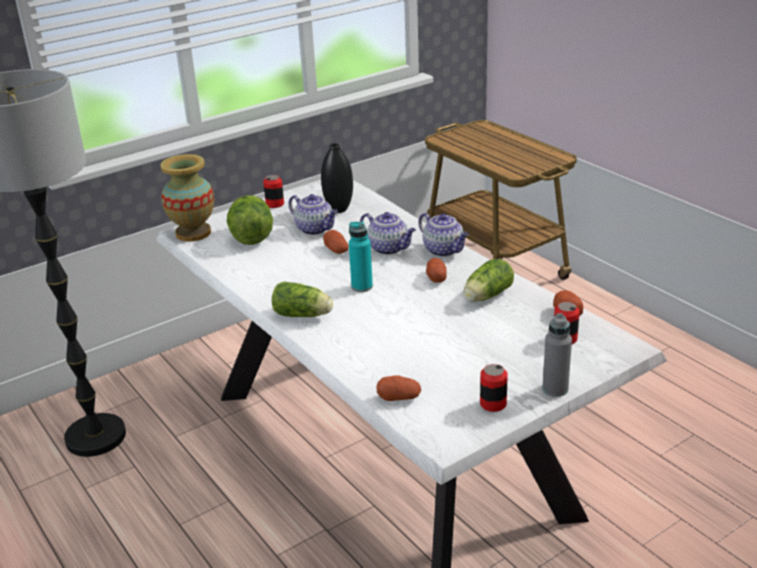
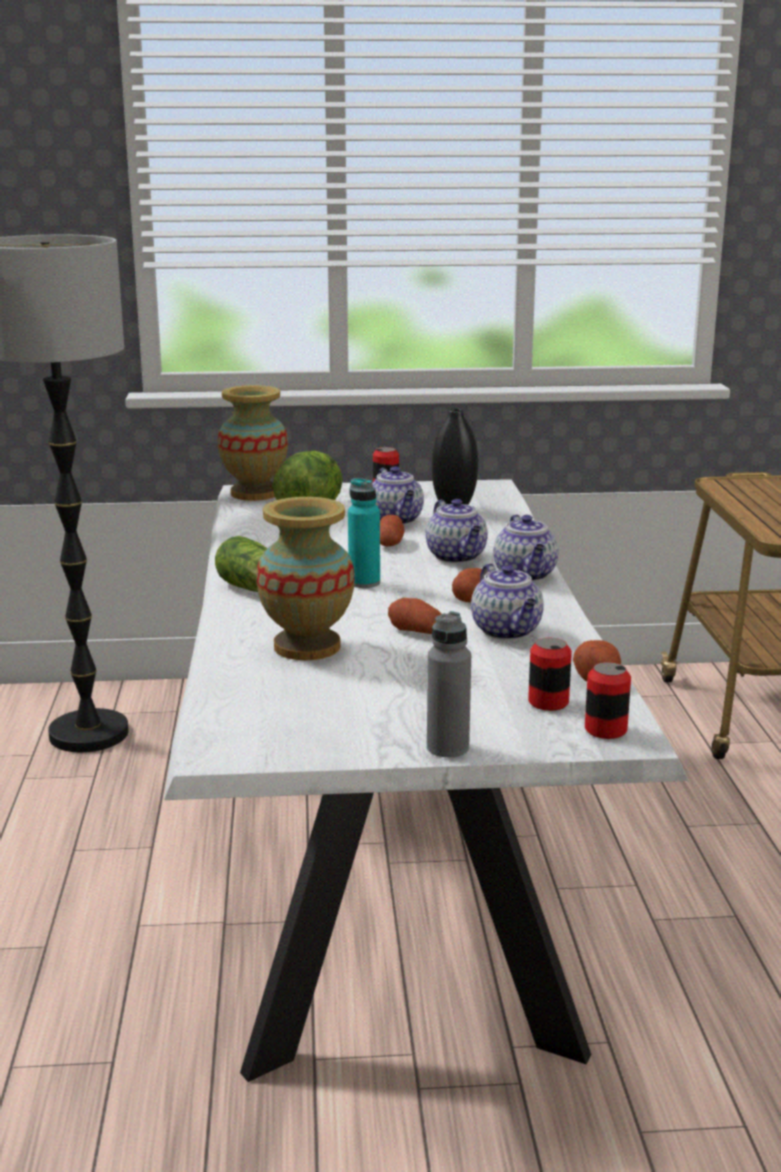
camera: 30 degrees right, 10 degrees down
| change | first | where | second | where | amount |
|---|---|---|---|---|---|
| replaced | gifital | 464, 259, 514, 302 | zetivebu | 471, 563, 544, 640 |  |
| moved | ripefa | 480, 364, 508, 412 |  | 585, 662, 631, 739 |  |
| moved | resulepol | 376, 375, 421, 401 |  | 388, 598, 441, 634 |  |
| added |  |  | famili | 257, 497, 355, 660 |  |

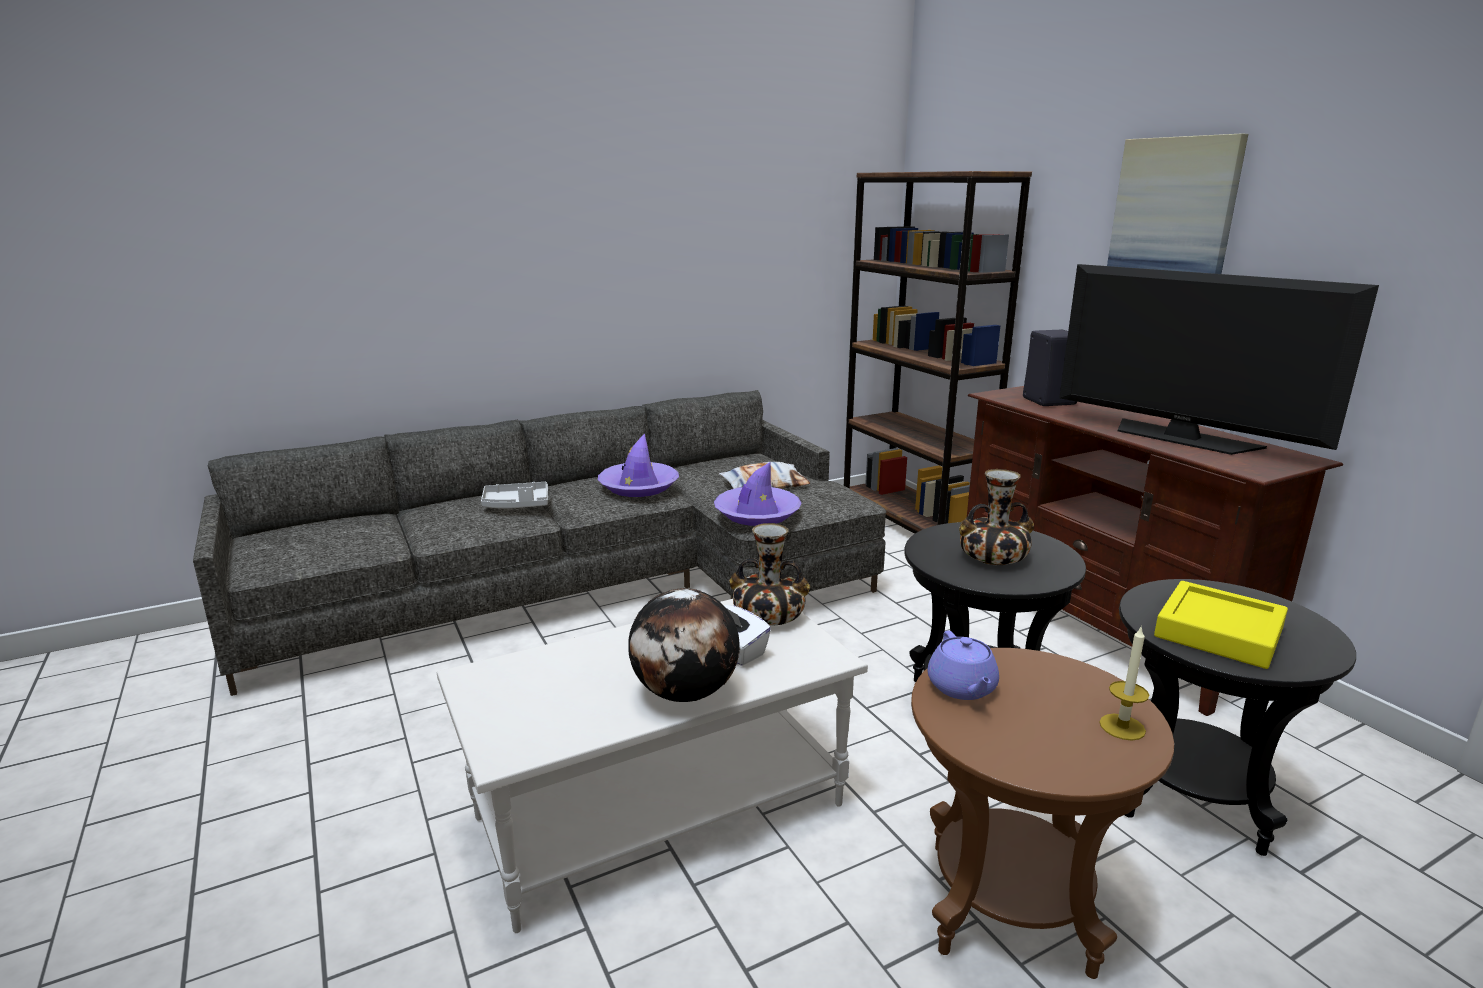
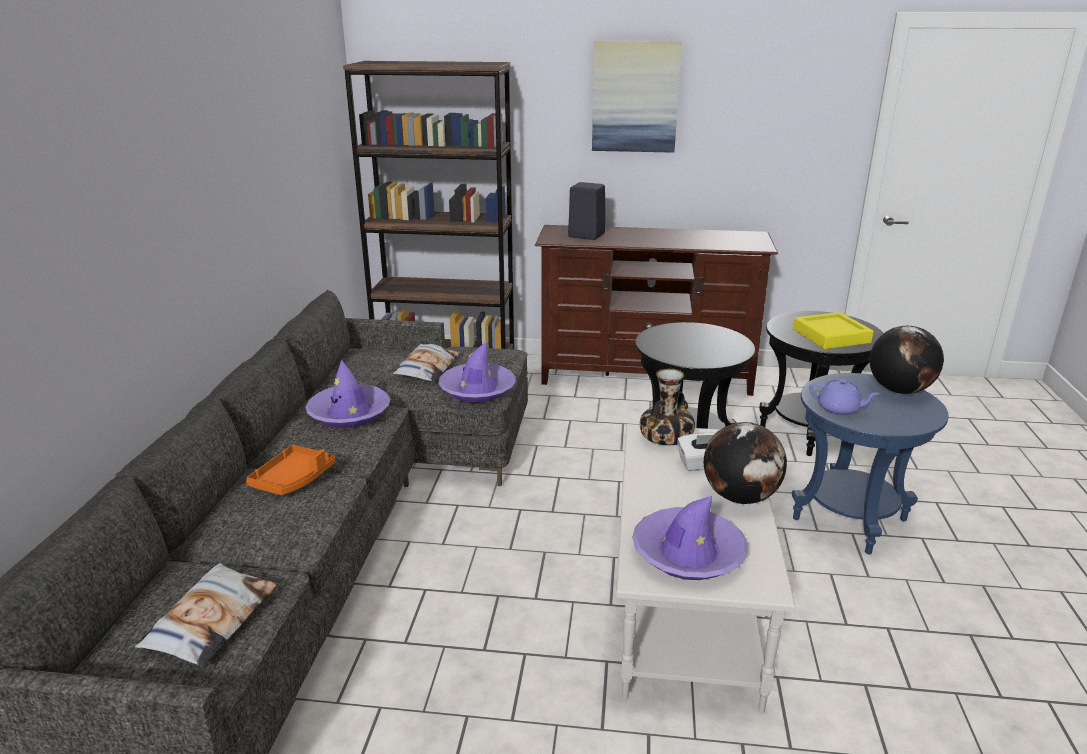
camera: 55 degrees left, 5 degrees up
| change | first | where | second | where | amount |
|---|---|---|---|---|---|
| removed | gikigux | 1059, 264, 1379, 455 |  |  |  |
| removed | famili | 959, 469, 1034, 565 |  |  |  |
| recoloured | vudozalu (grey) | 481, 482, 548, 509 | vudozalu (orange) | 246, 445, 336, 495 |  |
| replaced | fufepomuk | 1099, 625, 1149, 740 | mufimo | 869, 326, 944, 394 |  |
| recoloured | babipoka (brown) | 911, 648, 1174, 979 | babipoka (blue) | 792, 373, 949, 555 |  |
| added |  |  | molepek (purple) | 632, 496, 748, 580 |  |
| added |  |  | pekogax | 135, 563, 277, 667 |  |

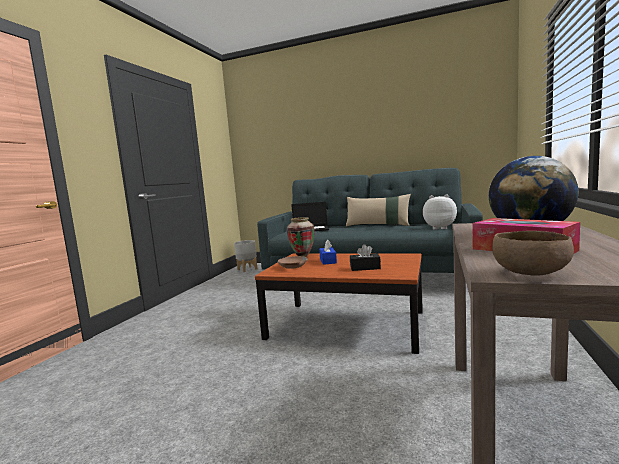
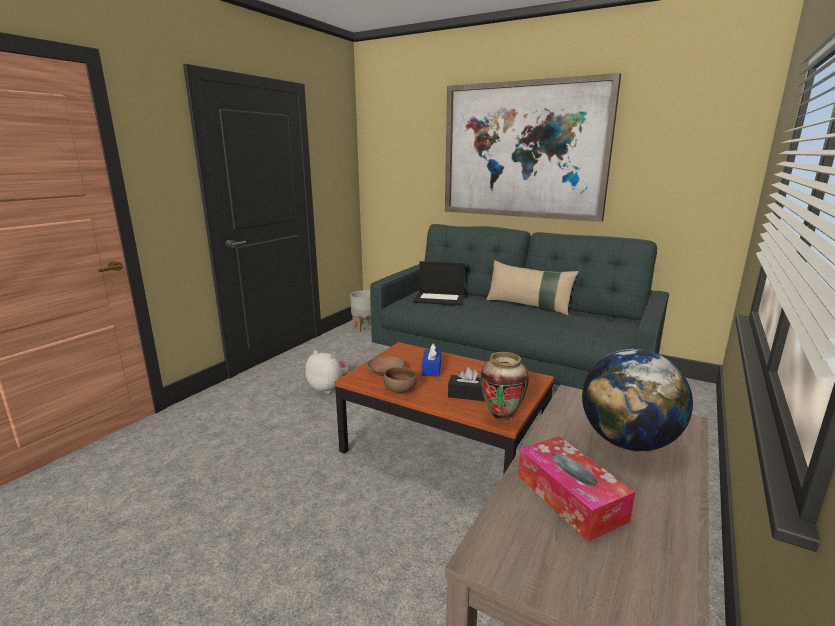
camera: 10 degrees right, 10 degrees up
| change | first | where | second | where | amount |
|---|---|---|---|---|---|
| moved | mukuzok | 423, 195, 457, 230 |  | 305, 350, 349, 393 |  |
| moved | famili | 287, 217, 315, 257 |  | 480, 352, 529, 421 |  |
| moved | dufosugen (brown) | 492, 231, 574, 276 |  | 383, 367, 417, 393 |  |
| added |  |  | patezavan | 445, 73, 621, 222 |  |

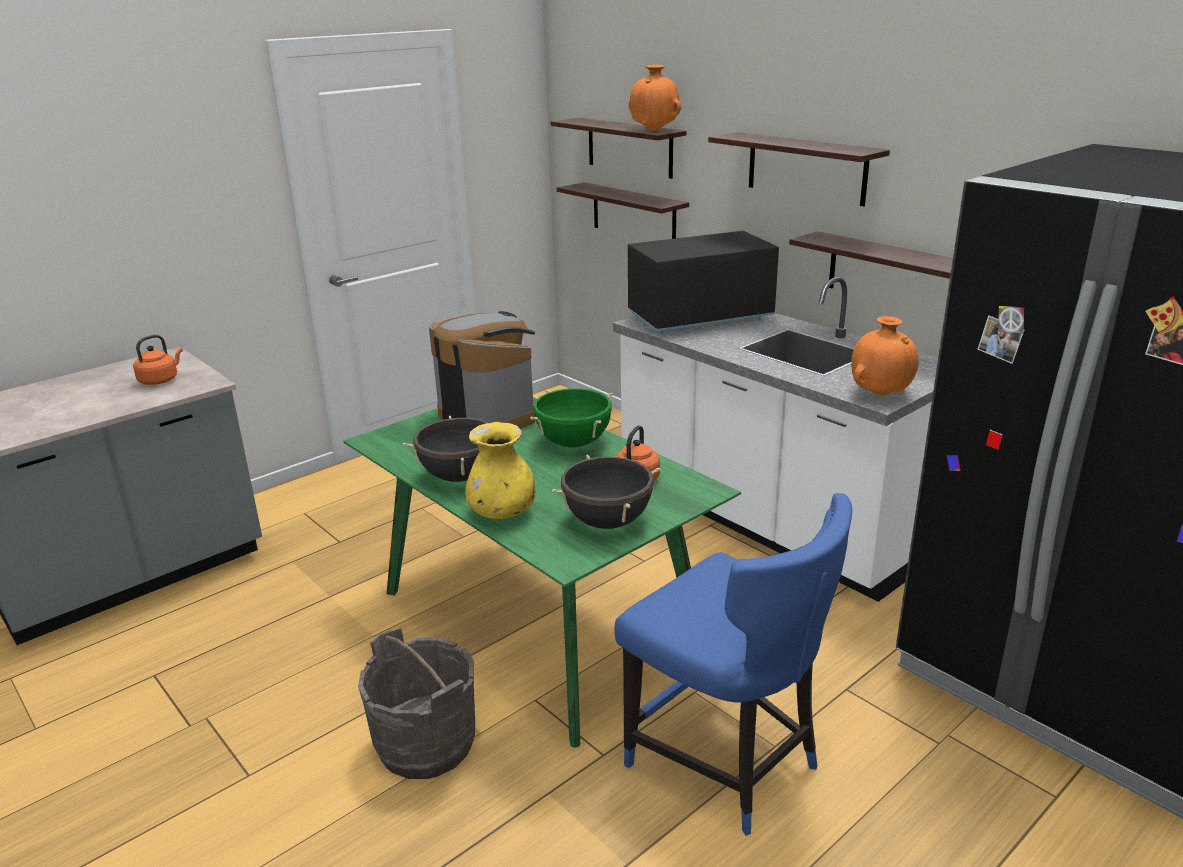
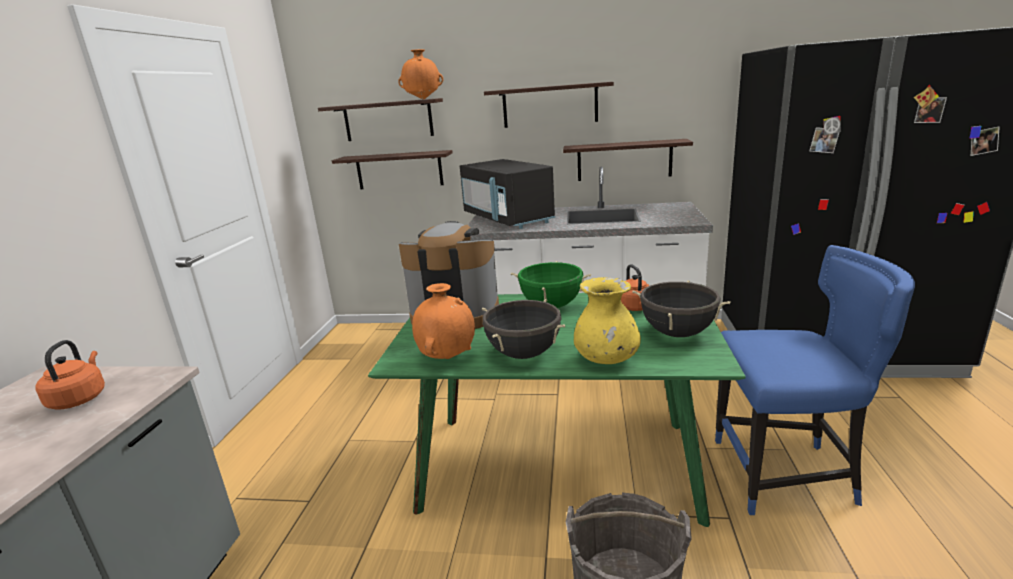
camera: 40 degrees left, 5 degrees down
| change | first | where | second | where | amount |
|---|---|---|---|---|---|
| turned | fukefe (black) | 628, 231, 779, 335 |  | 460, 159, 555, 229 | 60 degrees counterclockwise |
| moved | famili (orange) | 851, 316, 919, 396 |  | 412, 283, 475, 359 |  |

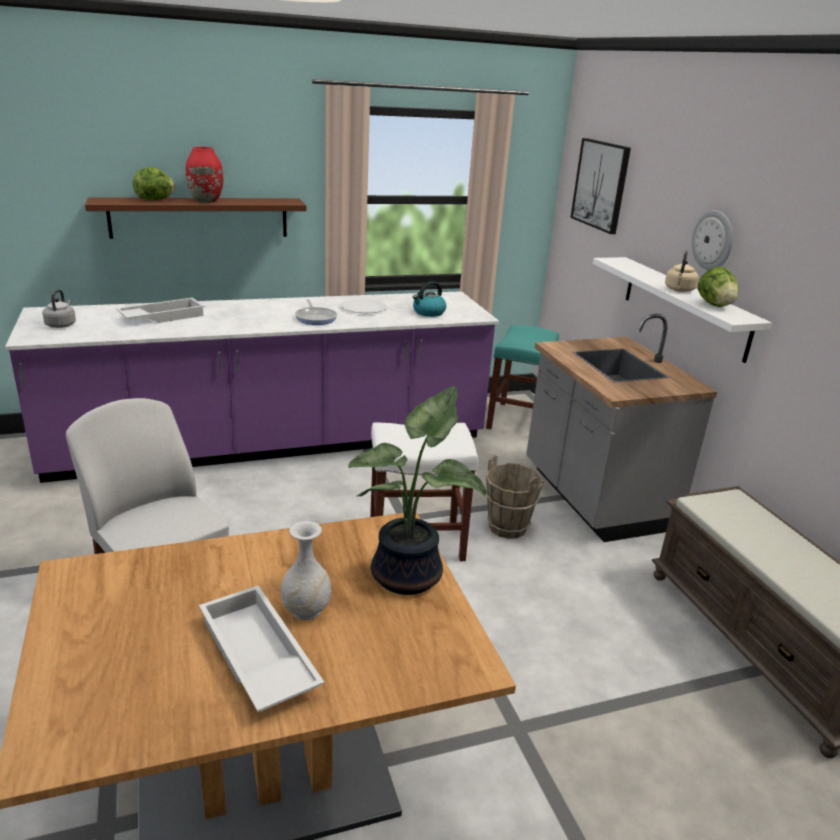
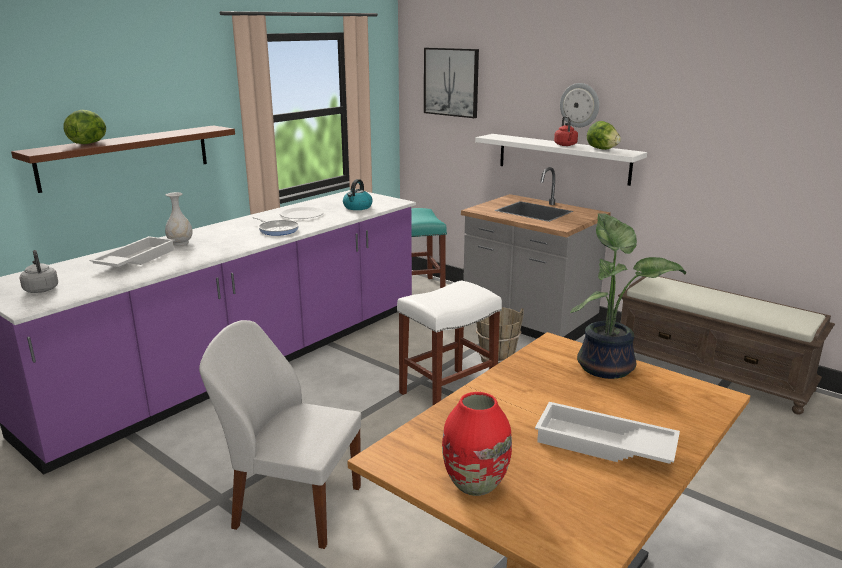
camera: 30 degrees left, 5 degrees down
| change | first | where | second | where | amount |
|---|---|---|---|---|---|
| moved | famili (red) | 186, 147, 224, 203 |  | 442, 392, 512, 496 |  |
| recoloured | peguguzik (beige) | 665, 251, 699, 292 | peguguzik (red) | 554, 116, 578, 146 |  |
| moved | famili (white) | 281, 521, 331, 620 |  | 165, 192, 193, 246 |  |

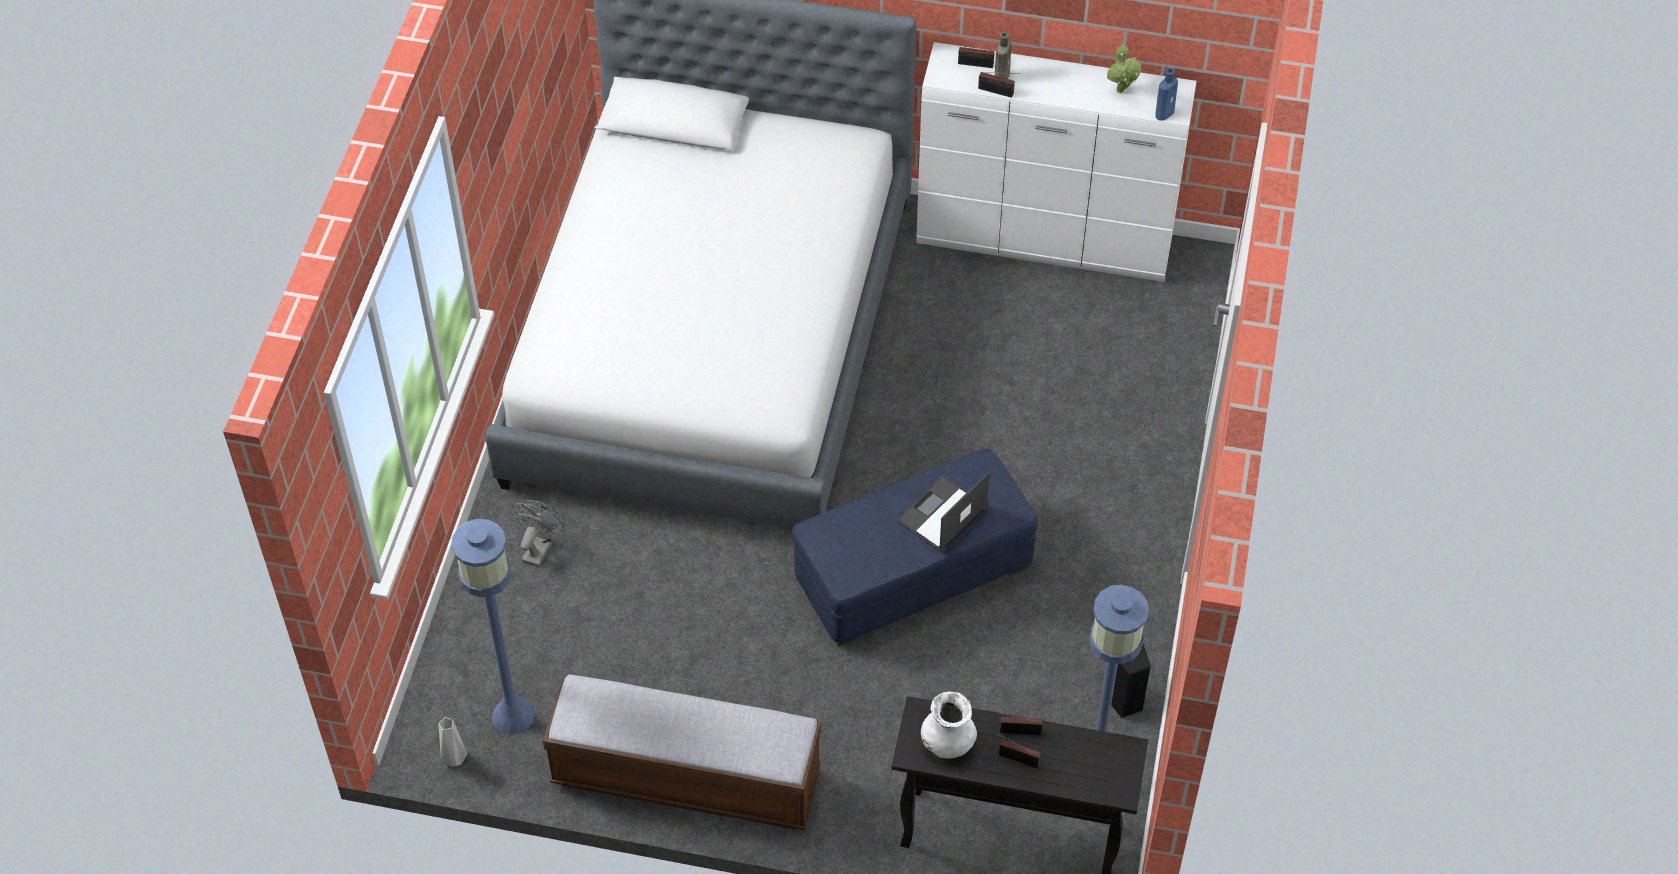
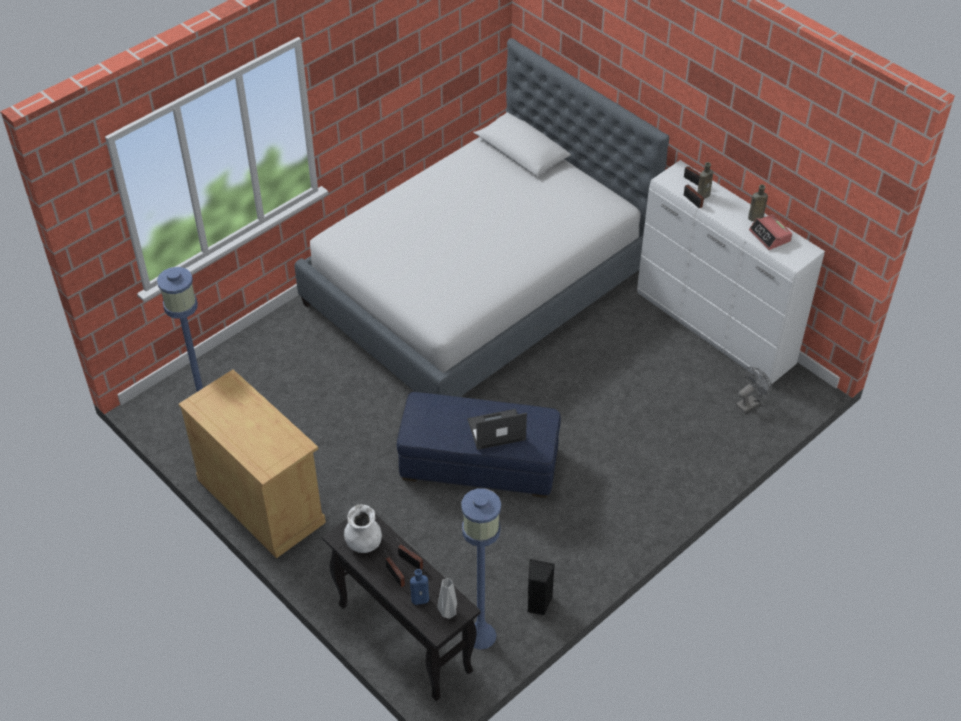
camera: 35 degrees right, 5 degrees down
| change | first | where | second | where | amount |
|---|---|---|---|---|---|
| replaced | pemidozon | 1107, 44, 1141, 93 | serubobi | 749, 214, 792, 250 |  |
| moved | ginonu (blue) | 1155, 68, 1178, 121 |  | 410, 569, 429, 605 |  |
| moved | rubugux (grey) | 513, 500, 565, 567 |  | 736, 367, 772, 413 |  |
| replaced | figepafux | 543, 675, 821, 830 | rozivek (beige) | 179, 369, 326, 558 |  |
| moved | famili (grey) | 439, 717, 467, 767 |  | 437, 578, 457, 619 |  |
| added |  |  | ginonu (brown) | 748, 185, 768, 221 |  |

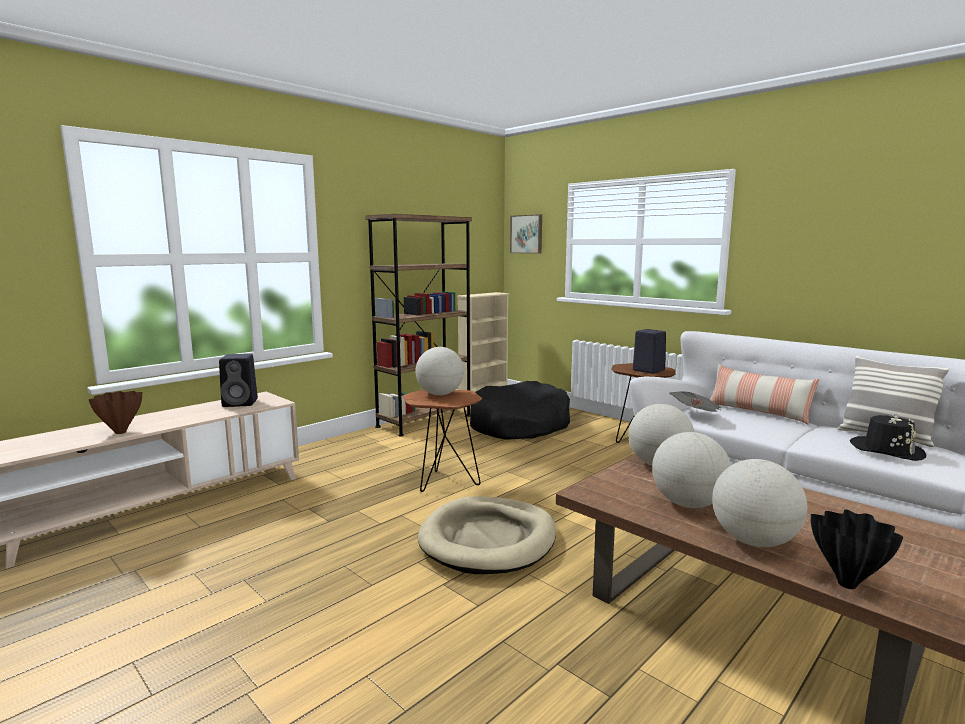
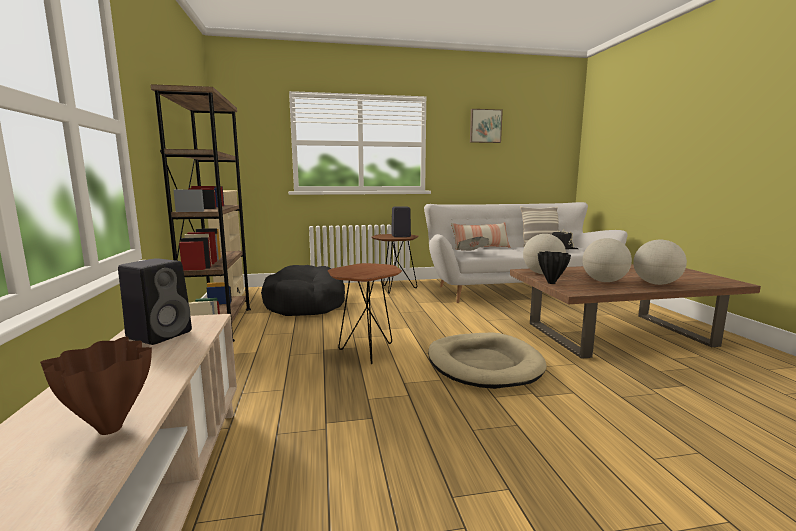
camera: 55 degrees left, 0 degrees up
| change | first | where | second | where | amount |
|---|---|---|---|---|---|
| moved | patezavan | 510, 214, 542, 254 |  | 470, 109, 503, 143 |  |
| removed | mufimo | 415, 347, 464, 395 |  |  |  |
| moved | famili (black) | 811, 510, 903, 589 |  | 538, 251, 571, 284 |  |

